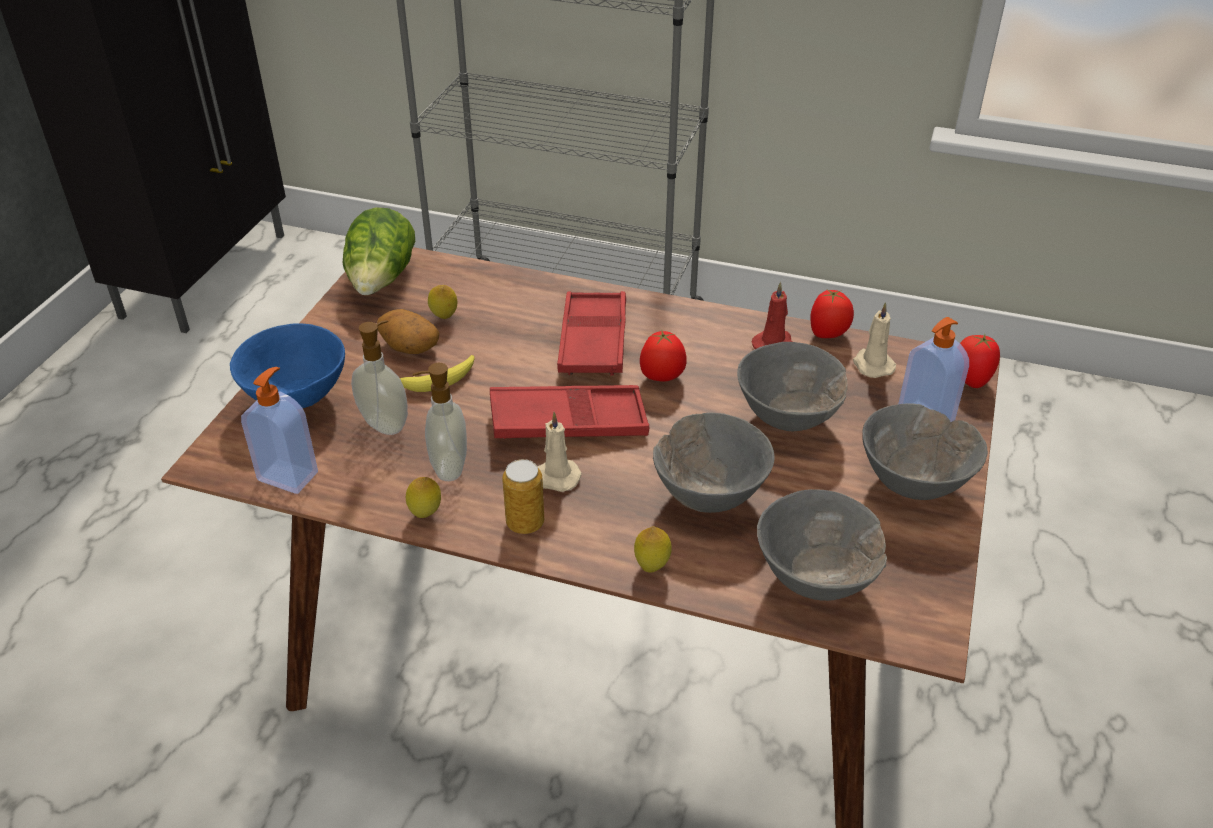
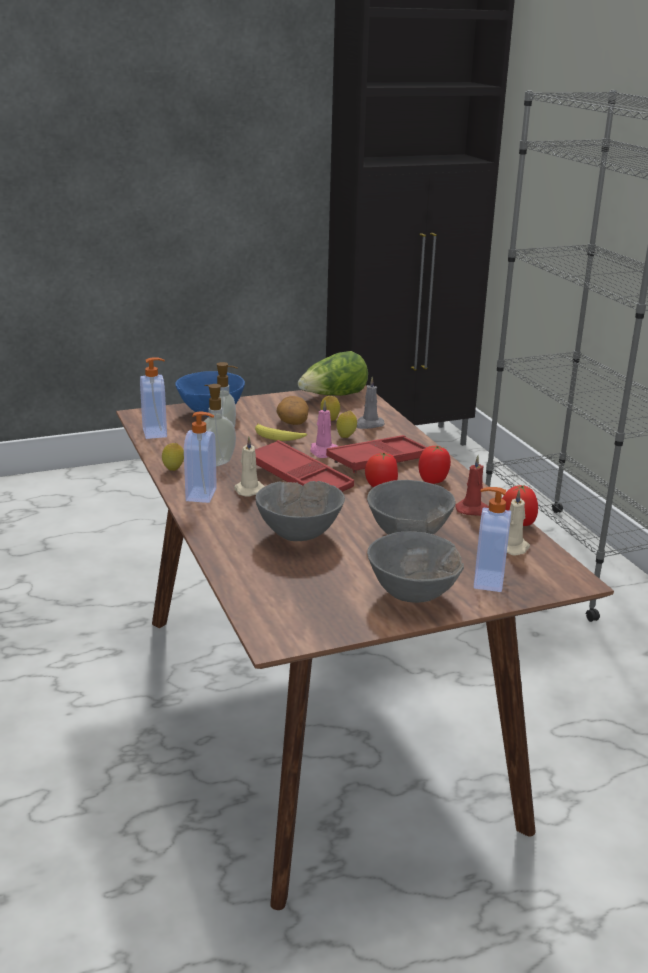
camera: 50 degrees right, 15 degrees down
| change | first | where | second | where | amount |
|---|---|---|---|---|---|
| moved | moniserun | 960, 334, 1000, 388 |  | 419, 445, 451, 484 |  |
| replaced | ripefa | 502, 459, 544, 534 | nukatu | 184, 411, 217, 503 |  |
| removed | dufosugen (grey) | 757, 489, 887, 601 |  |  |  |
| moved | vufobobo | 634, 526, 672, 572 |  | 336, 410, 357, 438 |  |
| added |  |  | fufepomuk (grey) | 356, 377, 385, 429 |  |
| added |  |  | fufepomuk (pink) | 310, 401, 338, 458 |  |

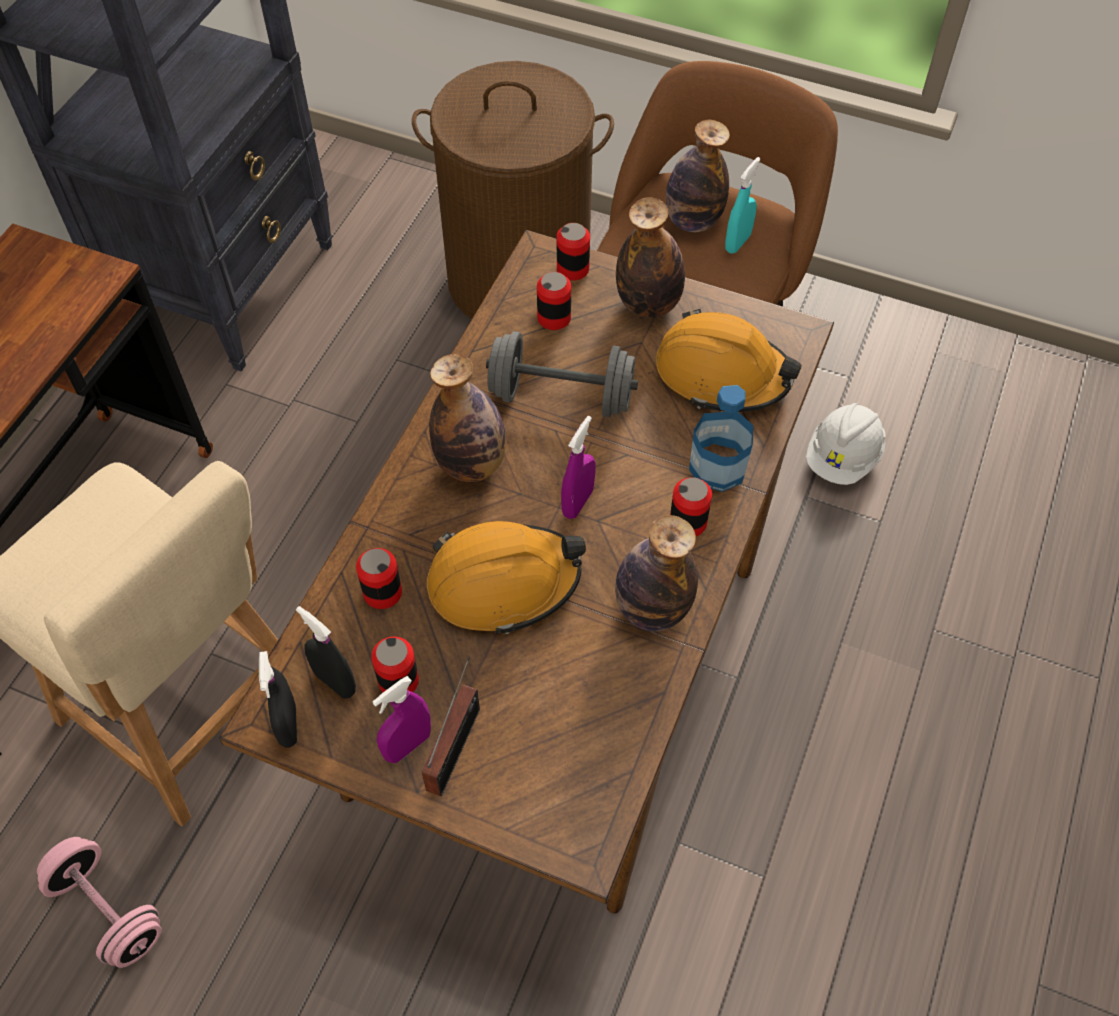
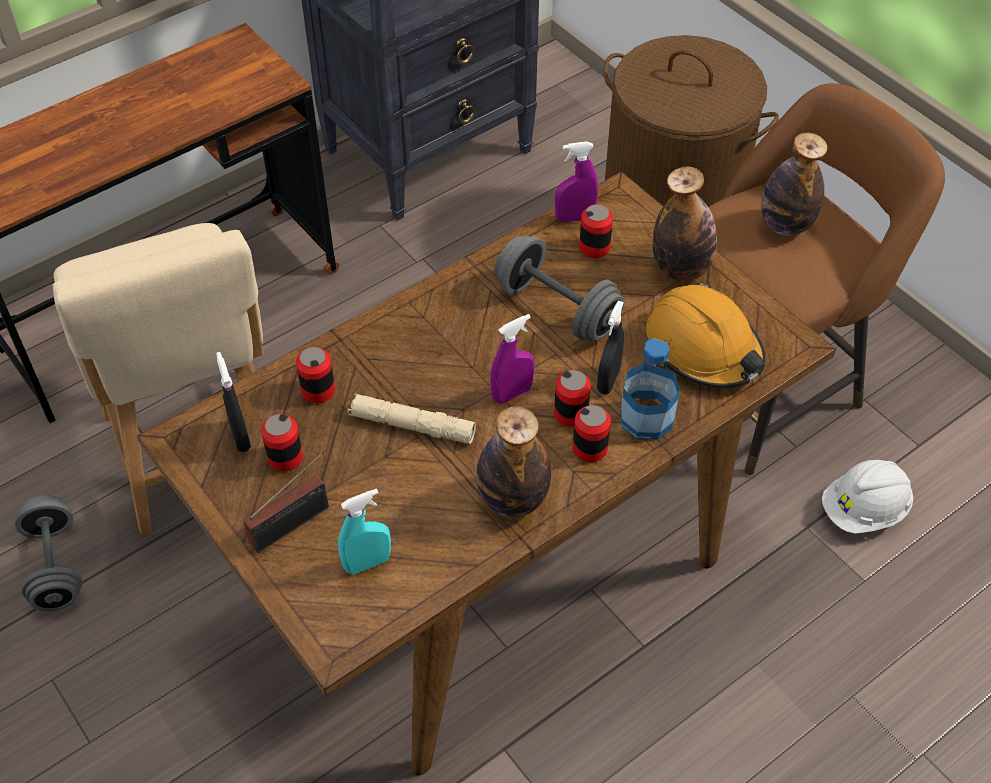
camera: 30 degrees right, 5 degrees down
| change | first | where | second | where | amount |
|---|---|---|---|---|---|
| moved | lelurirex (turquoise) | 725, 157, 760, 254 |  | 338, 489, 391, 575 |  |
| moved | ripefa | 557, 223, 590, 281 |  | 554, 370, 591, 427 |  |
| removed | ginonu | 429, 354, 506, 482 |  |  |  |
| replaced | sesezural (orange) | 427, 521, 586, 634 | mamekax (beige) | 347, 394, 476, 444 |  |
| moved | lelurirex (black) | 259, 651, 297, 748 |  | 597, 301, 624, 394 |  |
| moved | lelurirex (purple) | 372, 676, 431, 763 |  | 555, 141, 598, 223 |  |
| recoloured | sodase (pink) | 37, 837, 162, 968 | sodase (grey) | 15, 495, 82, 611 |  |

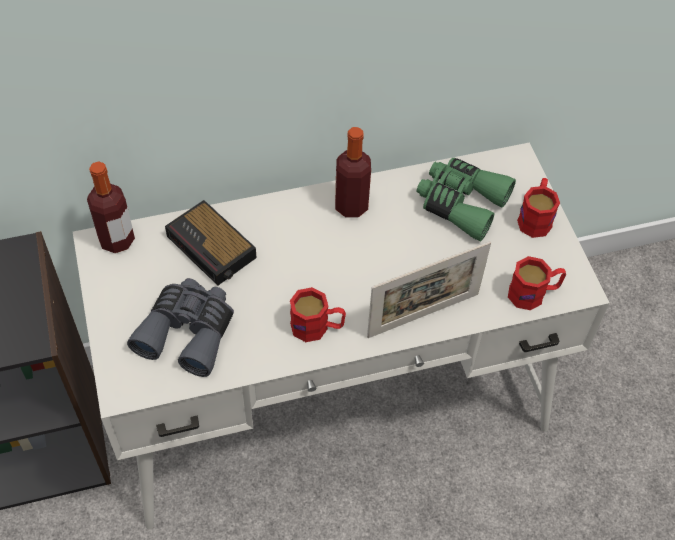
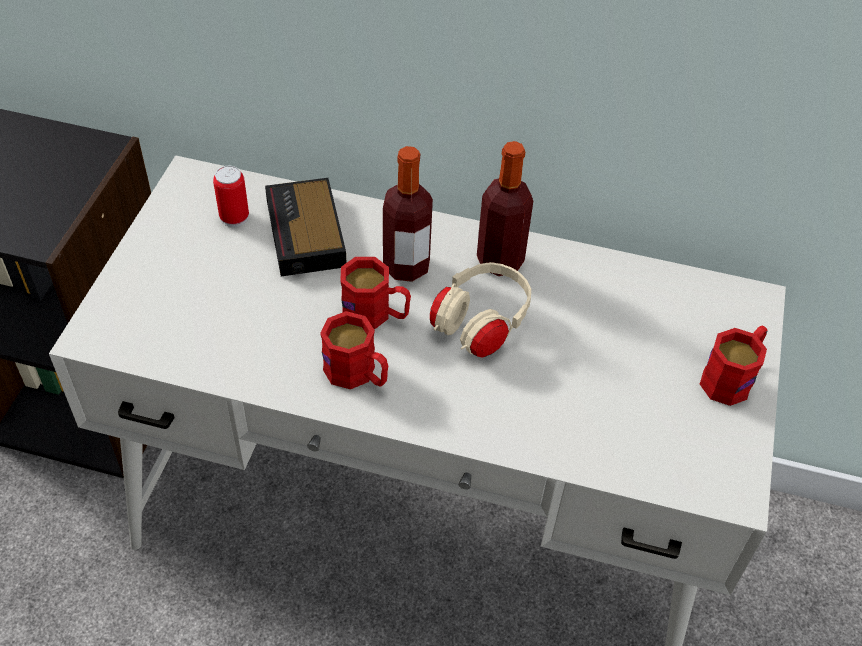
camera: 30 degrees right, 5 degrees down
| change | first | where | second | where | amount |
|---|---|---|---|---|---|
| removed | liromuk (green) | 417, 158, 516, 241 |  |  |  |
| moved | ginonu | 87, 161, 135, 253 |  | 383, 146, 433, 282 |  |
| removed | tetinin | 367, 241, 491, 338 |  |  |  |
| moved | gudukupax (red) | 508, 256, 566, 310 |  | 340, 257, 411, 329 |  |
| removed | liromuk (grey) | 127, 278, 234, 377 |  |  |  |
| added |  |  | ripefa | 213, 166, 249, 227 |  |
| added |  |  | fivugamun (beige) | 430, 262, 531, 358 |  |

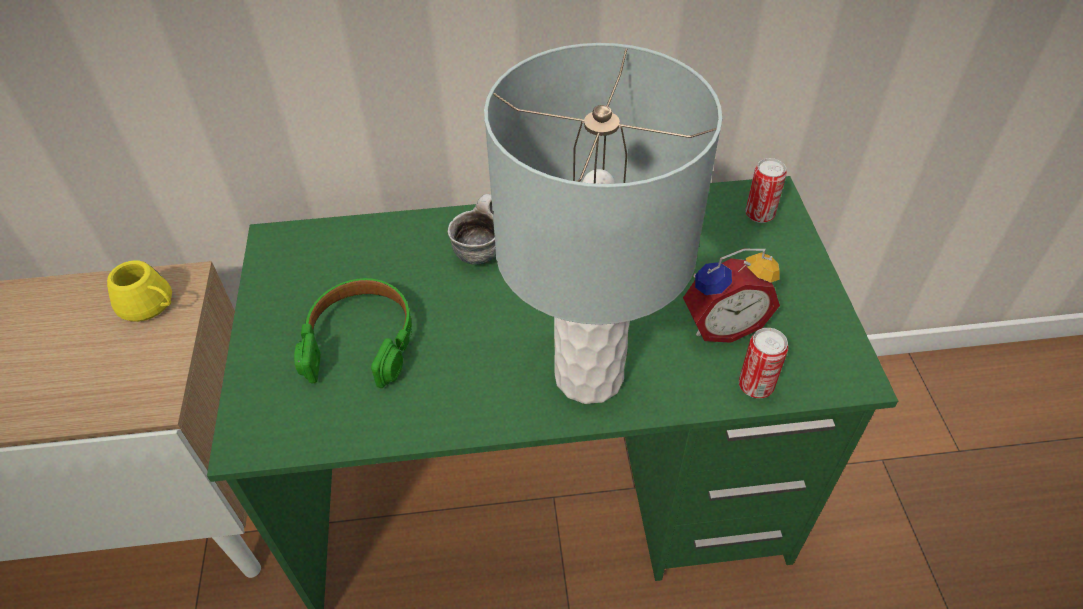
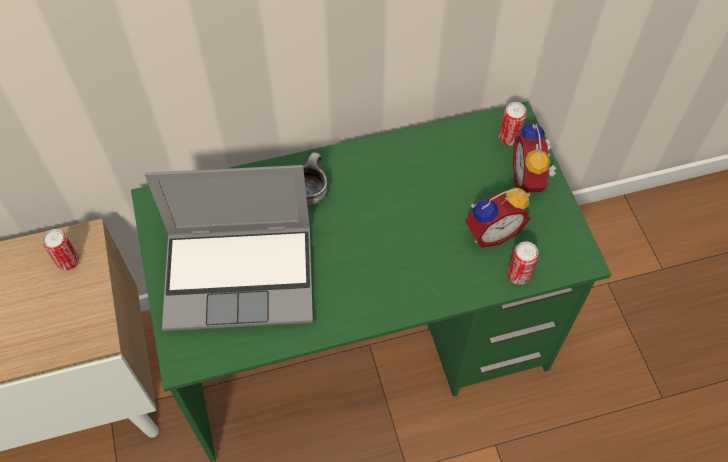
camera: 10 degrees left, 10 degrees up
| change | first | where | second | where | amount |
|---|---|---|---|---|---|
| removed | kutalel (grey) | 484, 43, 723, 404 |  |  |  |
| replaced | gudukupax (yellow) | 107, 260, 172, 322 | ripefa | 43, 229, 79, 270 |  |
| replaced | fivugamun (green) | 294, 278, 412, 388 | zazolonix | 145, 165, 313, 331 |  |
| added |  |  | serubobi | 513, 124, 556, 196 |  |

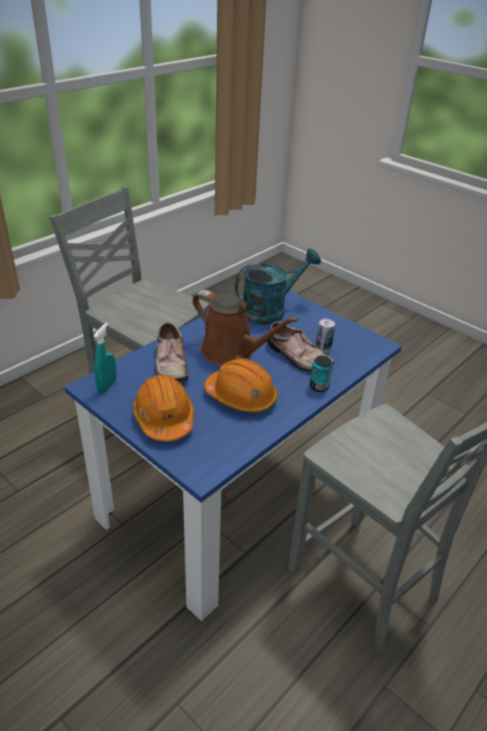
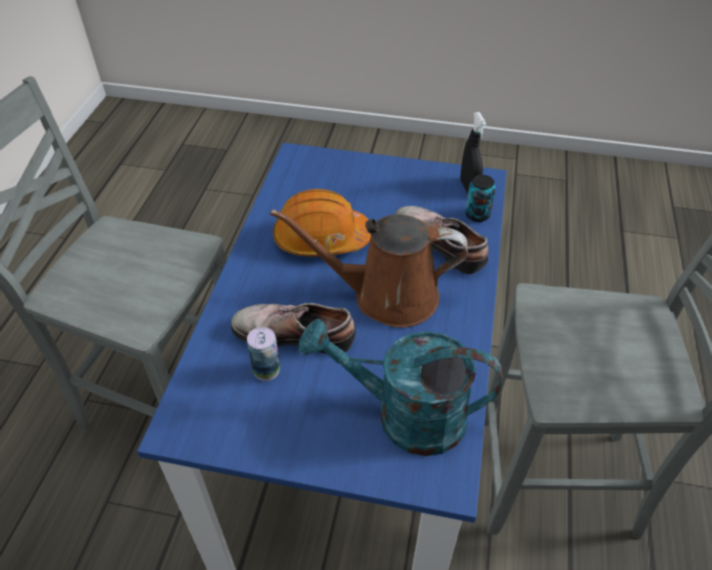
camera: 150 degrees right, 10 degrees up
| change | first | where | second | where | amount |
|---|---|---|---|---|---|
| turned | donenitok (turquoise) | 235, 248, 321, 325 |  | 299, 319, 503, 456 | 75 degrees clockwise |
| recoloured | lelurirex (turquoise) | 94, 323, 117, 393 | lelurirex (black) | 460, 112, 487, 194 |  |
| moved | ripefa | 310, 356, 333, 392 |  | 465, 175, 496, 222 |  |
| removed | sesezural (orange) | 133, 375, 194, 441 |  |  |  |

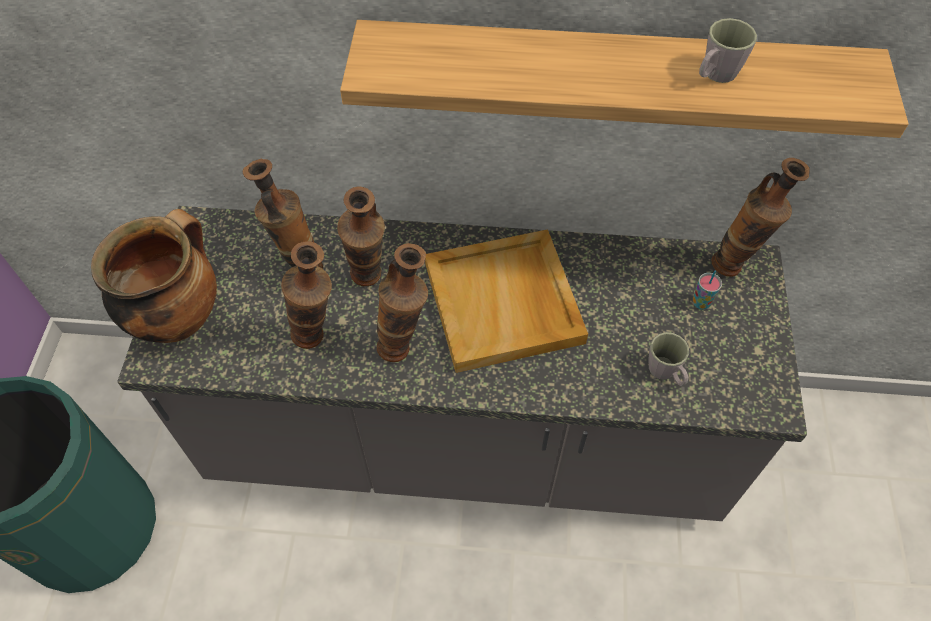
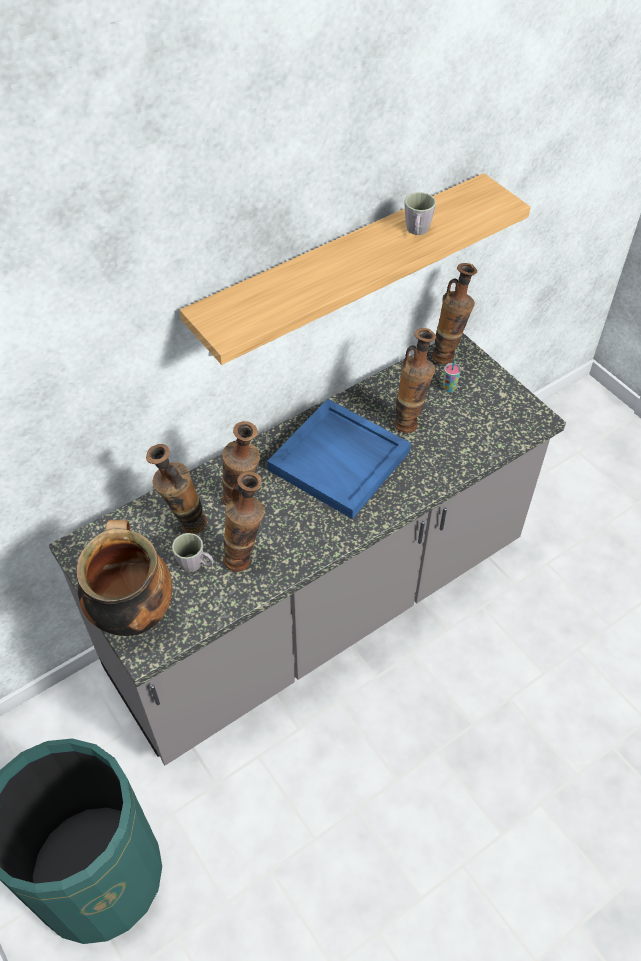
camera: 40 degrees left, 5 degrees down
| change | first | where | second | where | amount |
|---|---|---|---|---|---|
| recoloured | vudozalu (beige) | 425, 229, 588, 373 | vudozalu (blue) | 267, 399, 411, 519 |  |
| moved | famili | 377, 243, 428, 362 |  | 394, 328, 436, 433 |  |
| moved | gudukupax (grey) | 649, 332, 689, 386 |  | 172, 533, 214, 572 |  |

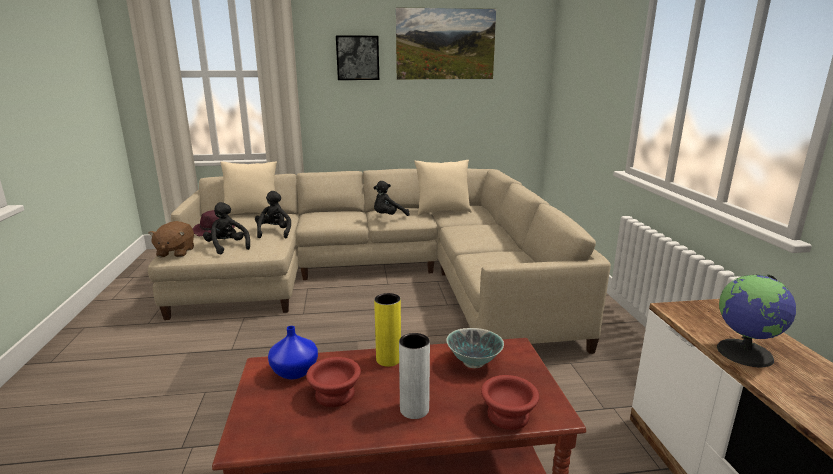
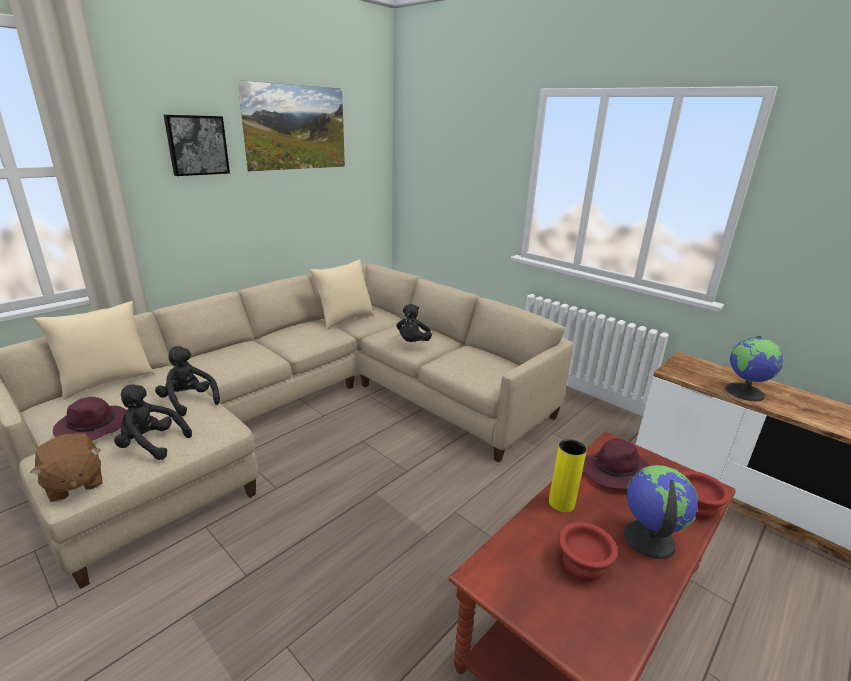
camera: 40 degrees left, 5 degrees up
| change | first | where | second | where | amount |
|---|---|---|---|---|---|
| moved | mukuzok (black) | 374, 181, 410, 216 |  | 396, 304, 432, 342 |  |
| removed | famili (blue) | 268, 326, 318, 380 |  |  |  |
| replaced | dufosugen | 446, 328, 504, 368 | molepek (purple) | 583, 438, 651, 489 |  |
| replaced | famili (grey) | 399, 333, 430, 419 | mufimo | 623, 465, 698, 559 |  |

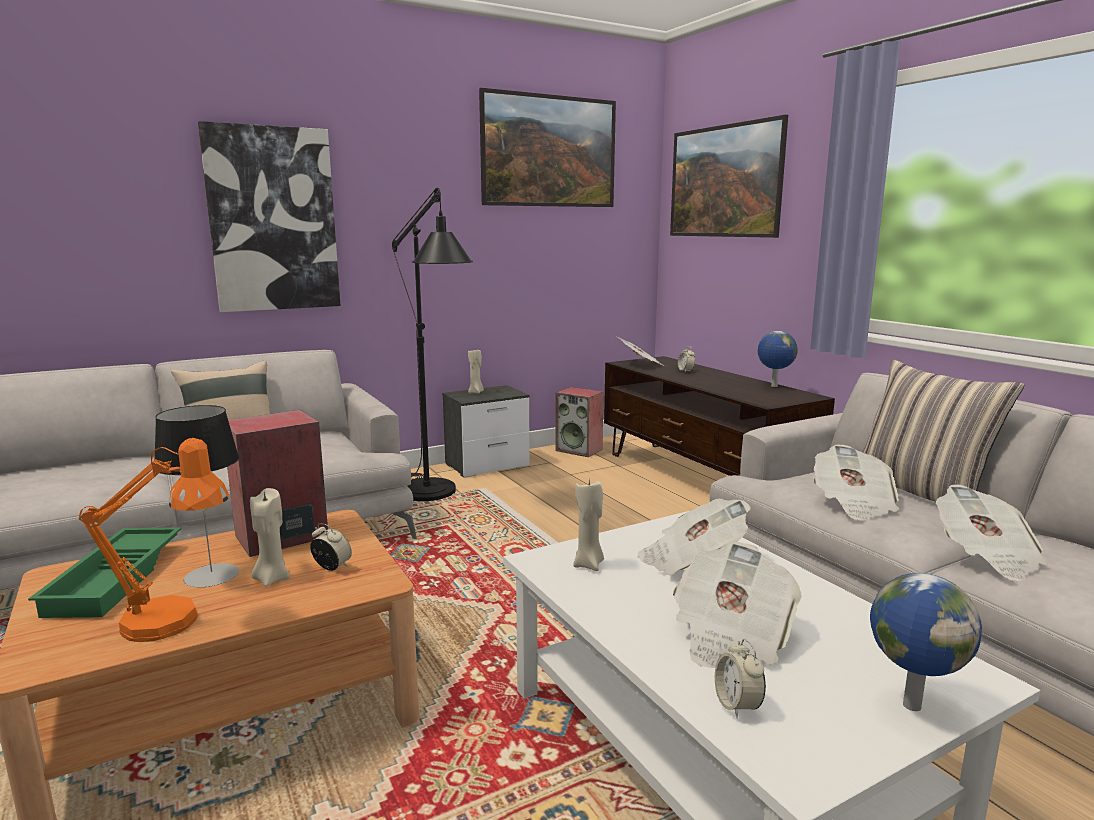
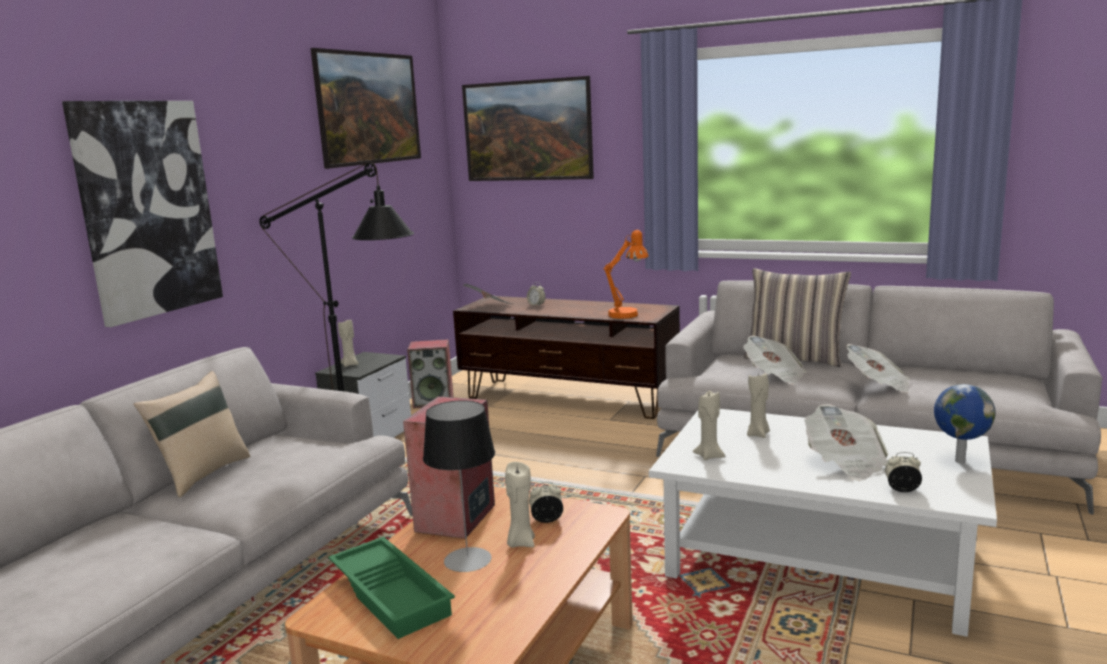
camera: 35 degrees left, 0 degrees up
| change | first | where | second | where | amount |
|---|---|---|---|---|---|
| removed | mufimo | 758, 331, 798, 387 |  |  |  |
| moved | kutalel (orange) | 78, 438, 229, 642 |  | 604, 230, 649, 319 |  |
| replaced | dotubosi | 637, 498, 751, 576 | fufepomuk (beige) | 747, 372, 770, 438 |  |
| turned | serubobi | 715, 639, 766, 718 |  | 885, 452, 922, 492 | 150 degrees clockwise |

